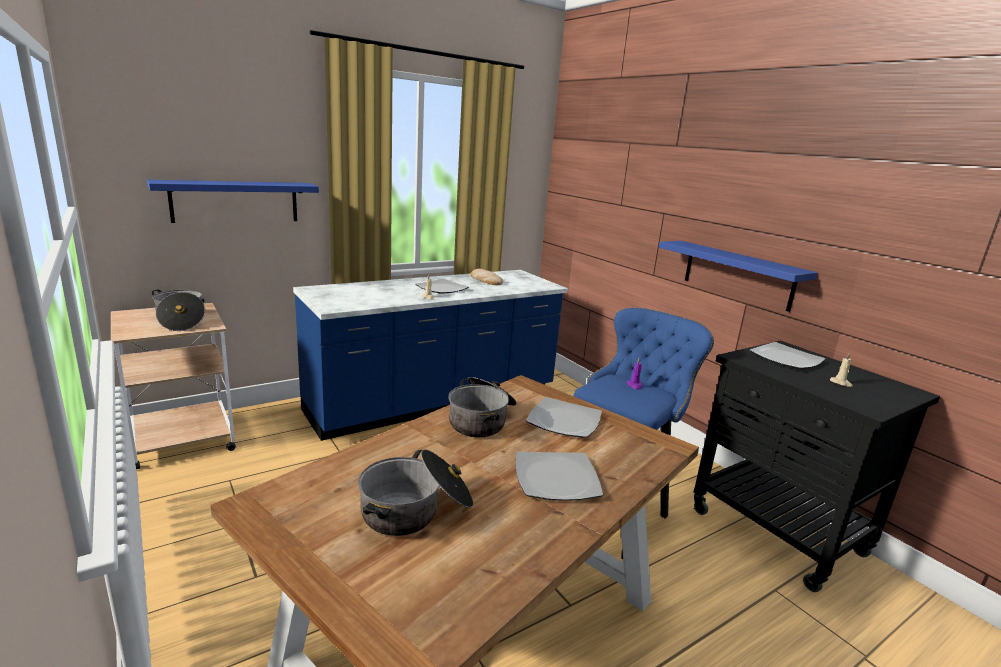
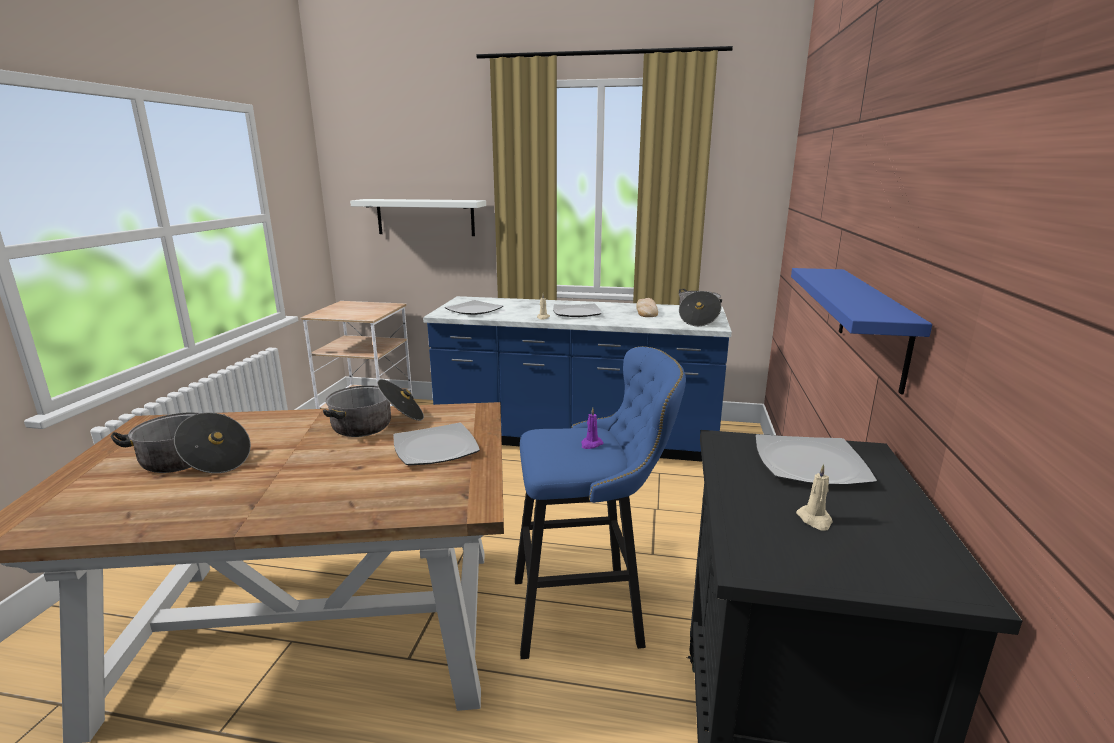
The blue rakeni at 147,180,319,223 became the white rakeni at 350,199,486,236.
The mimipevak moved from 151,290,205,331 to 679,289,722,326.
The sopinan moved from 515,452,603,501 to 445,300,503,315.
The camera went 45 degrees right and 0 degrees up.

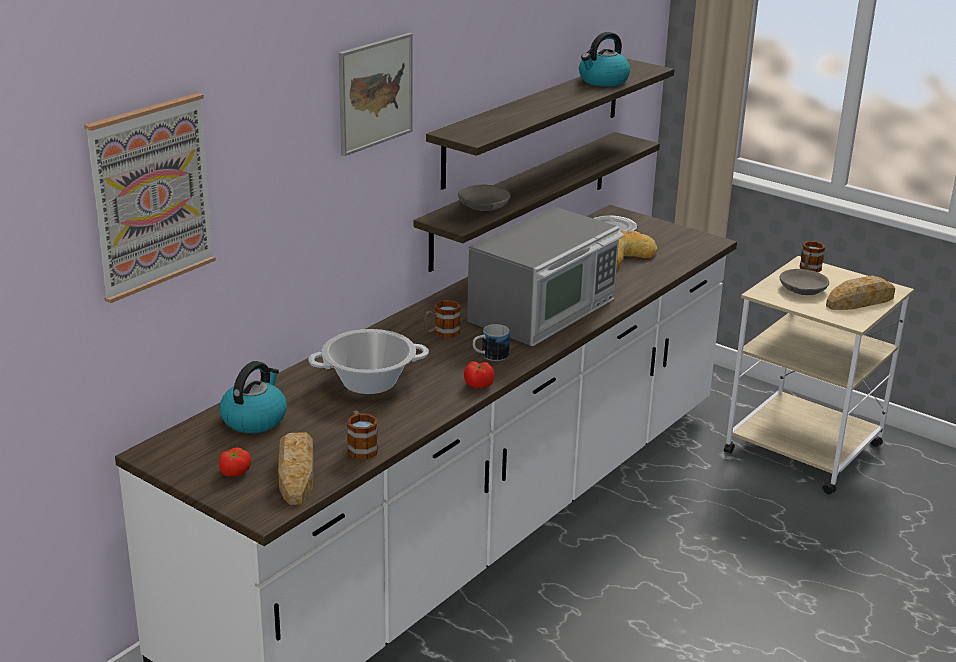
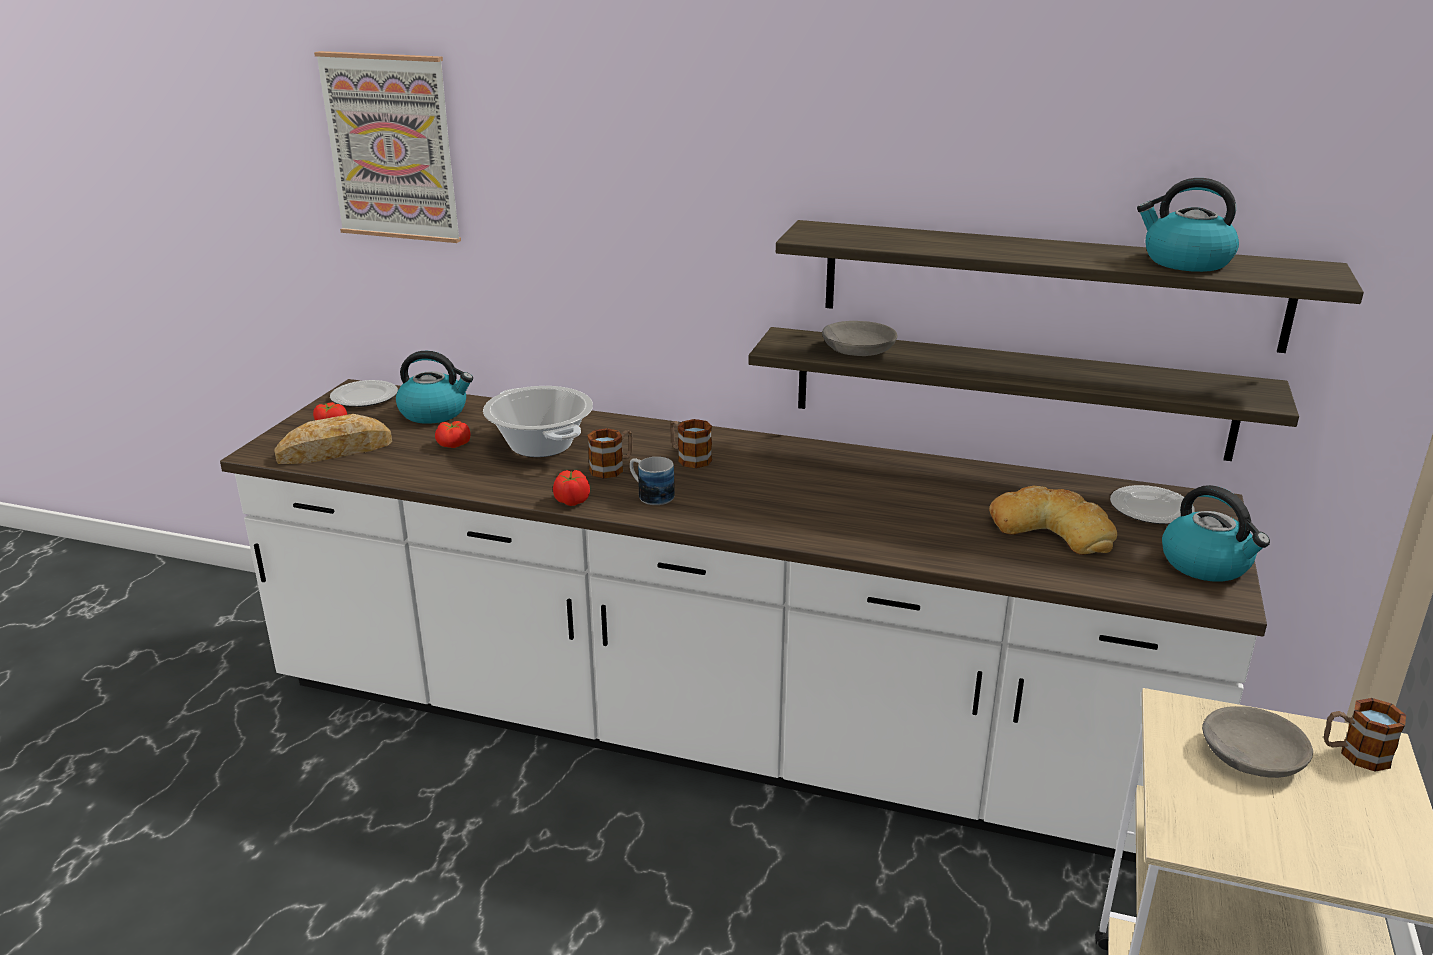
The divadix at 339,33,413,156 disappeared.
The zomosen moved from 347,411,378,459 to 587,428,633,479.
The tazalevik at 467,207,624,346 disappeared.
The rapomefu at 826,275,895,310 disappeared.
The sopinan at 330,380,398,407 appeared.
The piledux at 435,421,470,448 appeared.
The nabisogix at 1162,485,1270,582 appeared.
The camera went 70 degrees right and 0 degrees up.

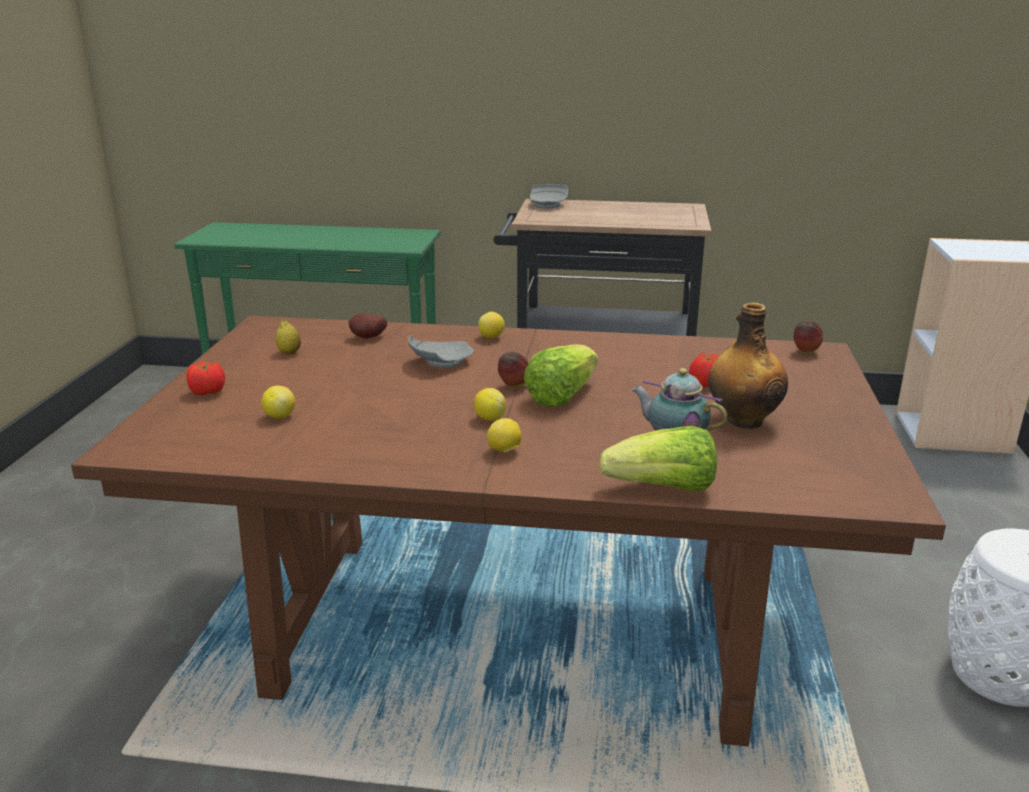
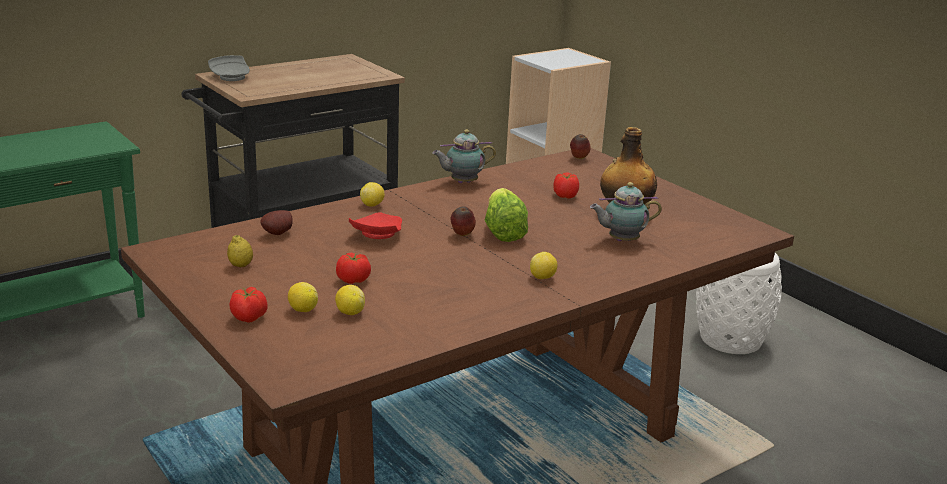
The grey sopinan at 408,336,474,368 became the red sopinan at 349,212,402,239.
The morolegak moved from 474,388,506,421 to 288,282,318,312.
The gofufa at 600,426,717,492 disappeared.
The piledux at 336,253,371,284 appeared.
The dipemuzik at 432,129,496,183 appeared.
The camera went 45 degrees left and 0 degrees up.

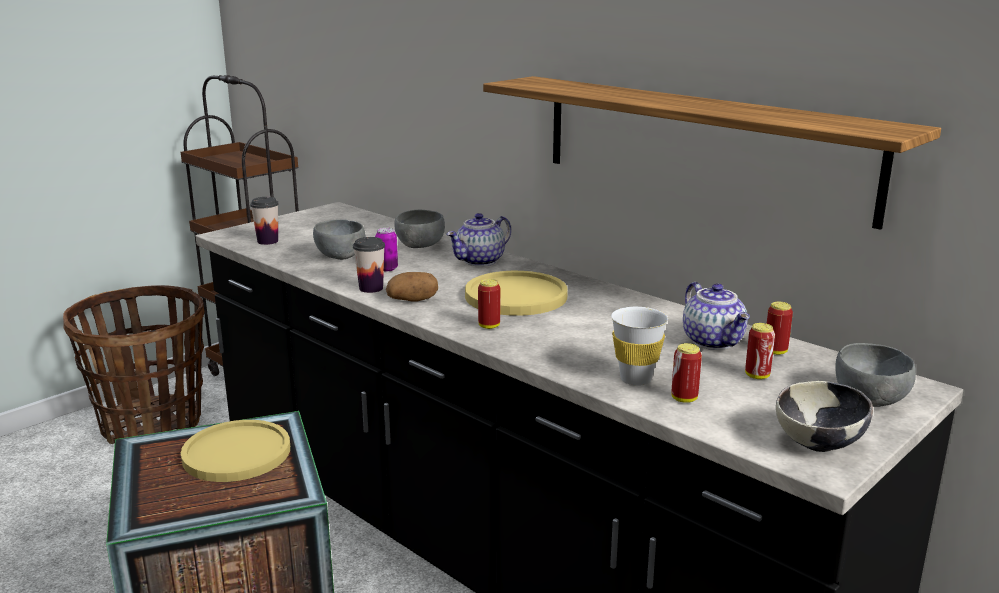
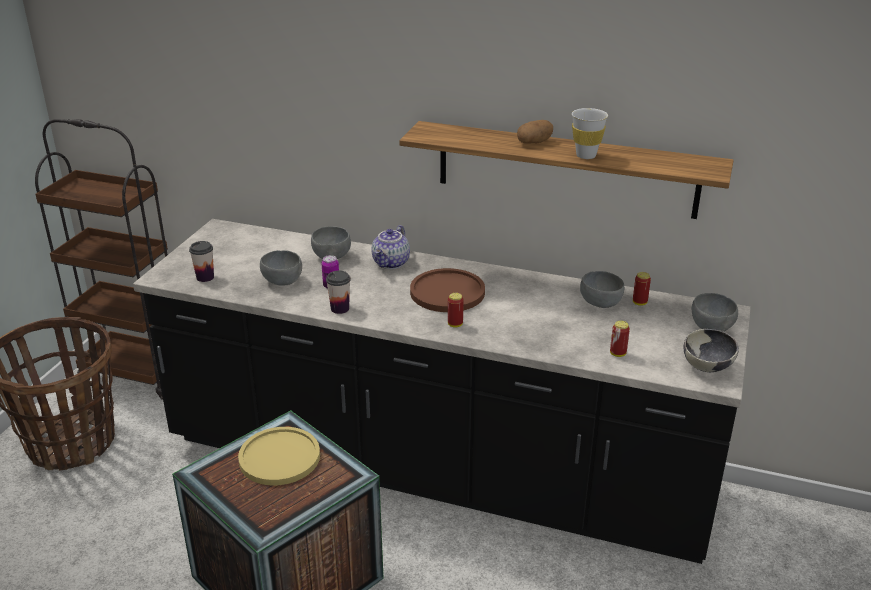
The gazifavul moved from 386,272,438,301 to 517,120,553,143.
The yellow sopinan at 465,271,568,316 became the brown sopinan at 410,268,485,312.
The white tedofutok moved from 611,307,668,386 to 572,108,608,159.
The dipemuzik at 683,282,750,350 was replaced by the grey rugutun at 580,271,624,308.
The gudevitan at 745,323,775,379 disappeared.
The camera went 25 degrees left and 10 degrees up.

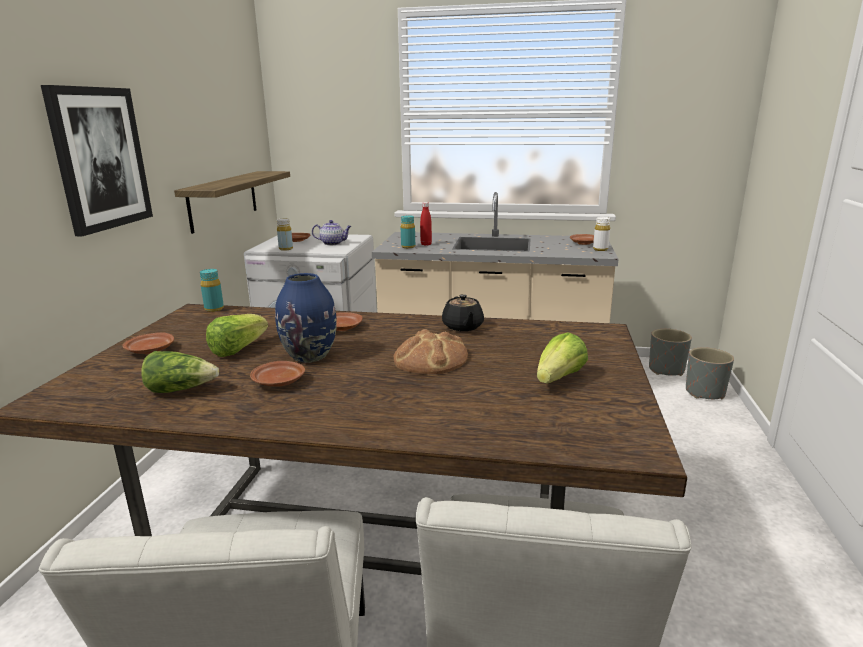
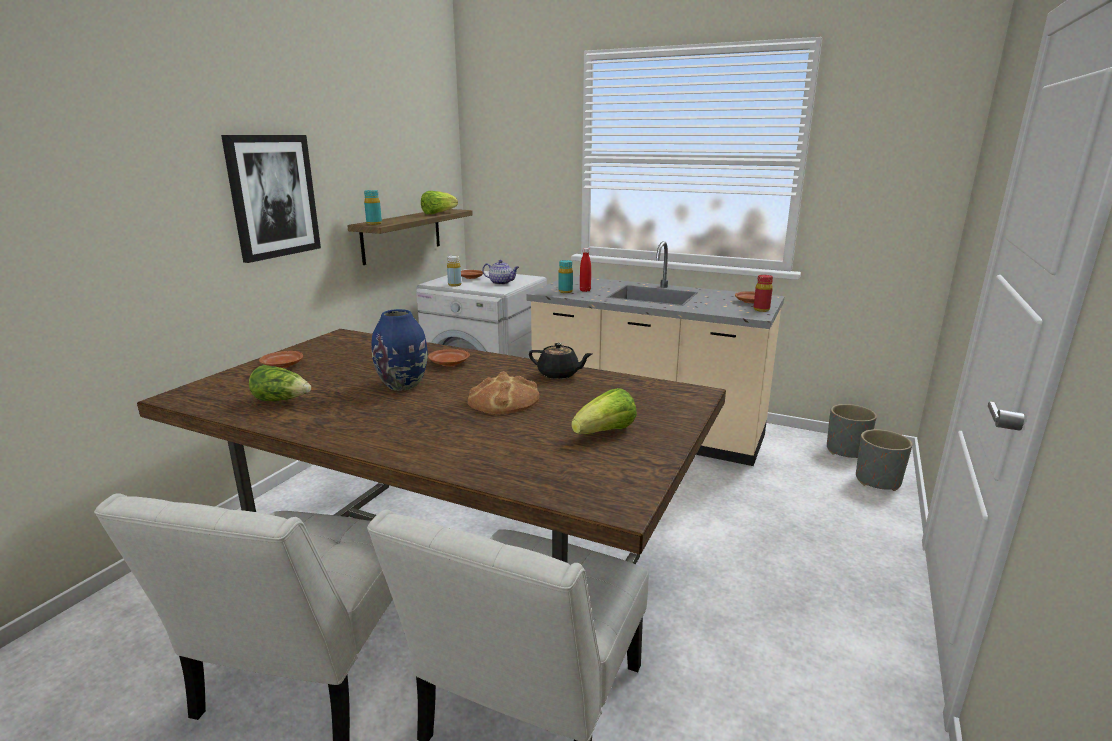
The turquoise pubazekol moved from 200,269,224,312 to 364,190,382,225.
The gofufa moved from 206,314,268,357 to 421,191,458,215.
The brown sopinan at 250,361,305,387 disappeared.
The black dipemuzik at 442,294,484,331 turned 75 degrees counterclockwise.
The white pubazekol at 593,217,610,251 became the red pubazekol at 753,275,773,312.
The camera went 15 degrees right and 0 degrees up.

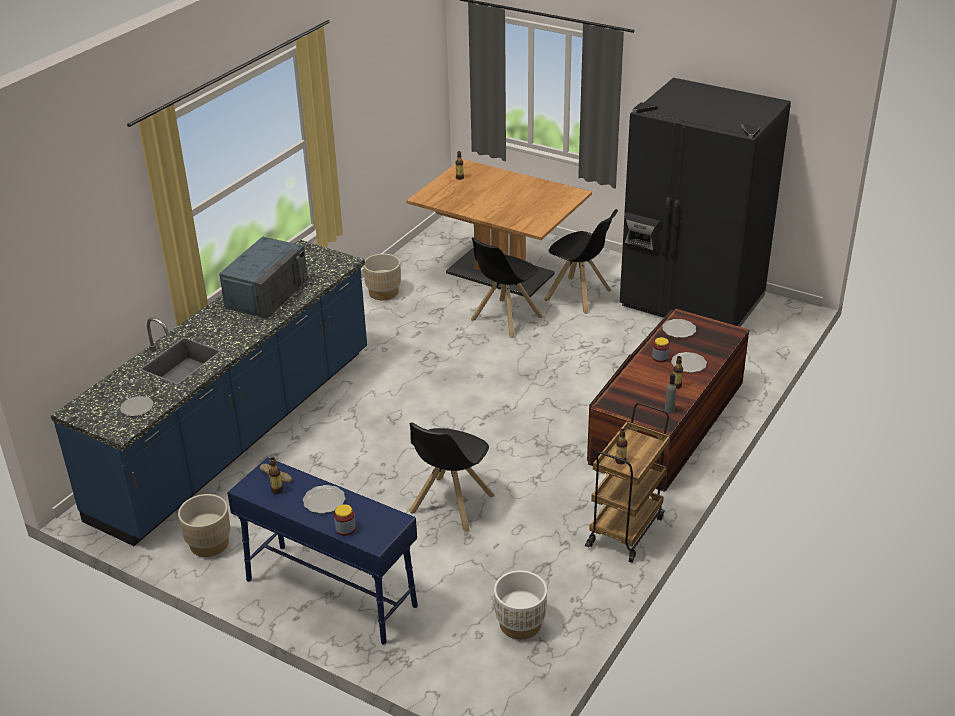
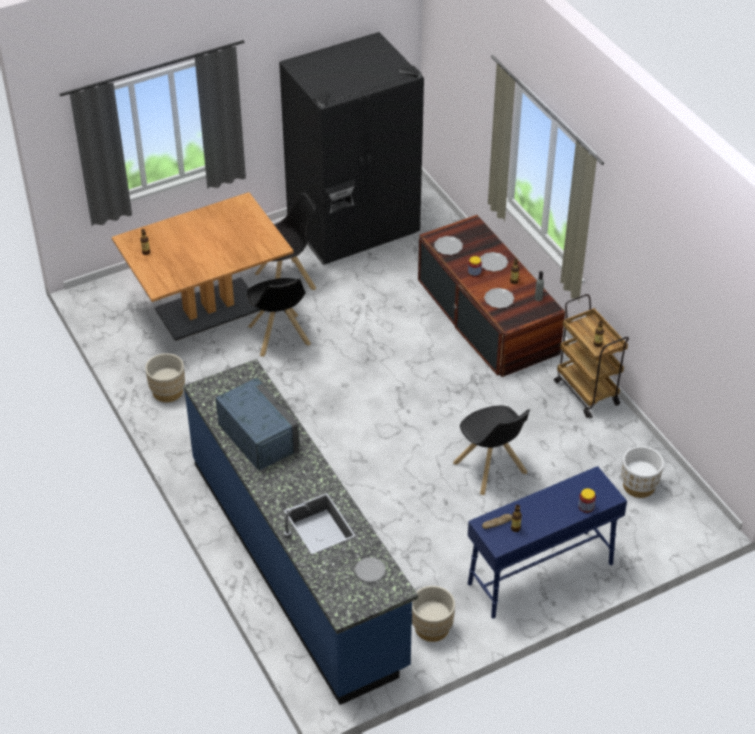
The sopinan moved from 303,485,345,514 to 484,288,514,308.
The camera went 60 degrees left and 10 degrees up.

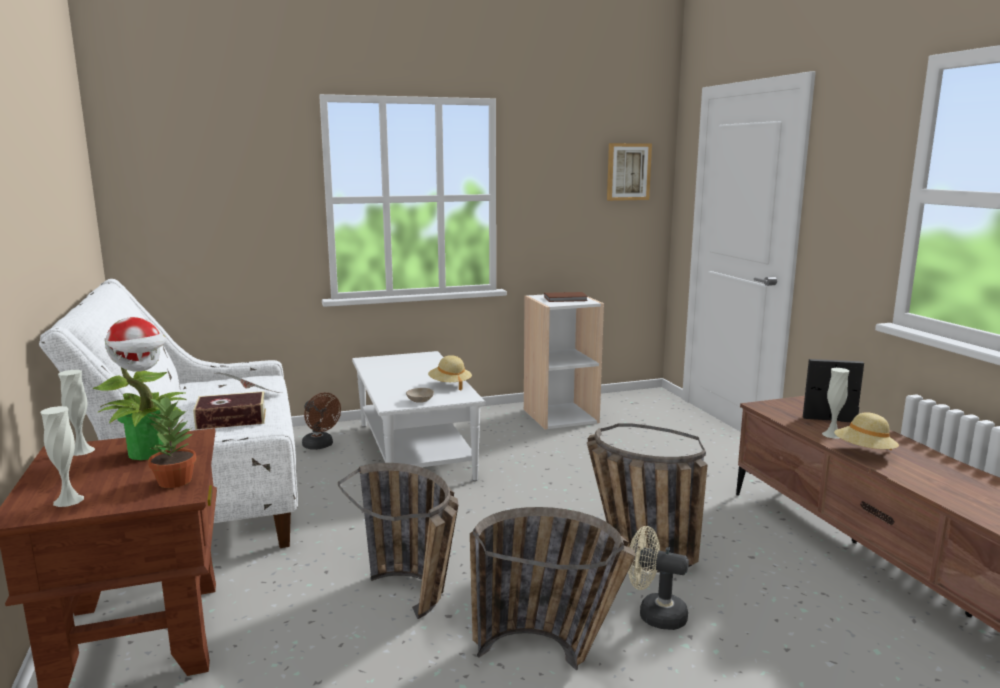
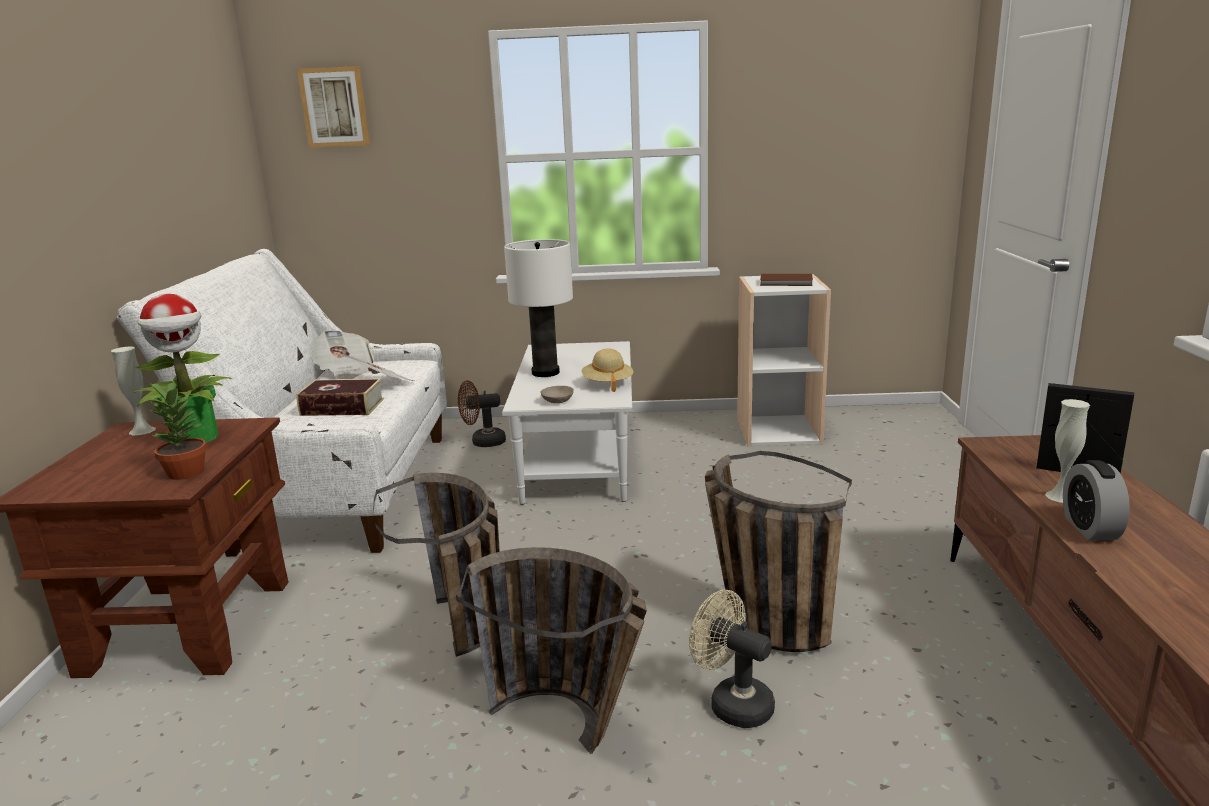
The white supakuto at 40,406,84,507 disappeared.
The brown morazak at 302,393,341,450 turned 105 degrees clockwise.
The divadix moved from 607,143,652,201 to 297,66,370,148.
The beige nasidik at 834,412,899,450 was replaced by the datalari at 1063,460,1130,540.
The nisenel at 313,330,374,379 appeared.
The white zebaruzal at 504,239,573,377 appeared.
The camera went 20 degrees right and 5 degrees up.

